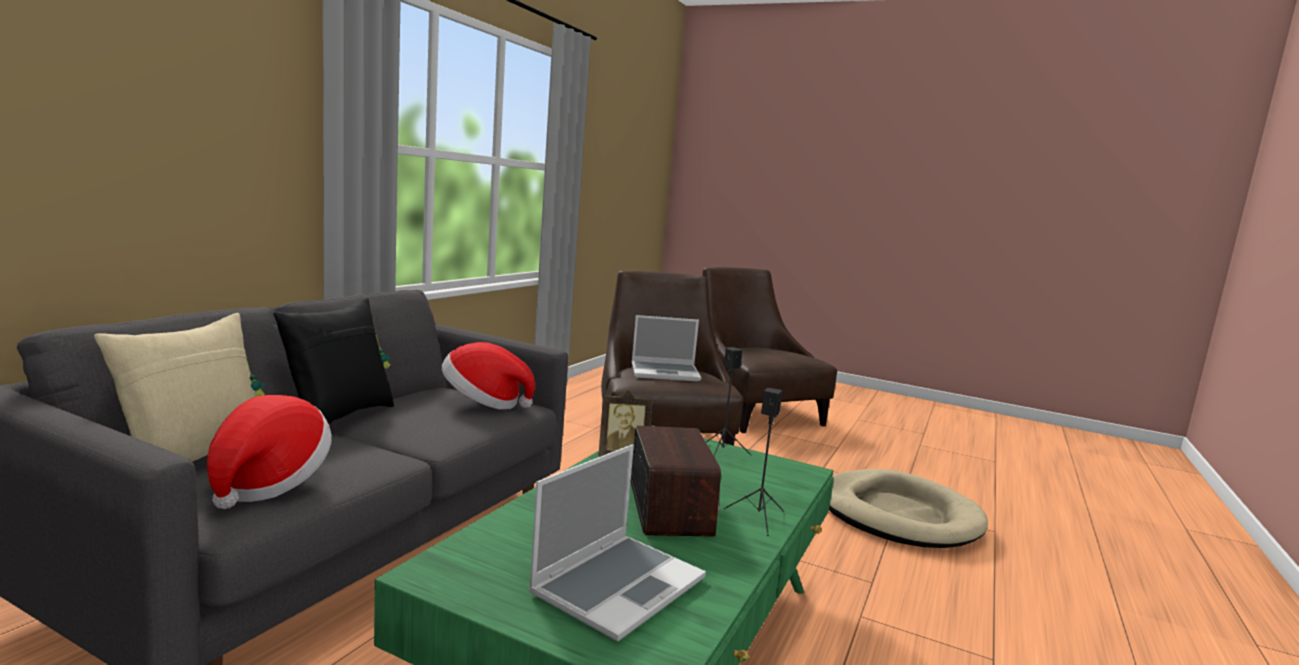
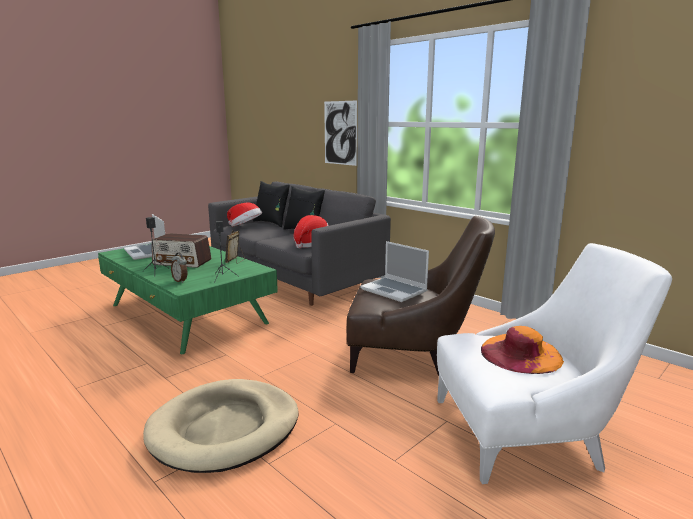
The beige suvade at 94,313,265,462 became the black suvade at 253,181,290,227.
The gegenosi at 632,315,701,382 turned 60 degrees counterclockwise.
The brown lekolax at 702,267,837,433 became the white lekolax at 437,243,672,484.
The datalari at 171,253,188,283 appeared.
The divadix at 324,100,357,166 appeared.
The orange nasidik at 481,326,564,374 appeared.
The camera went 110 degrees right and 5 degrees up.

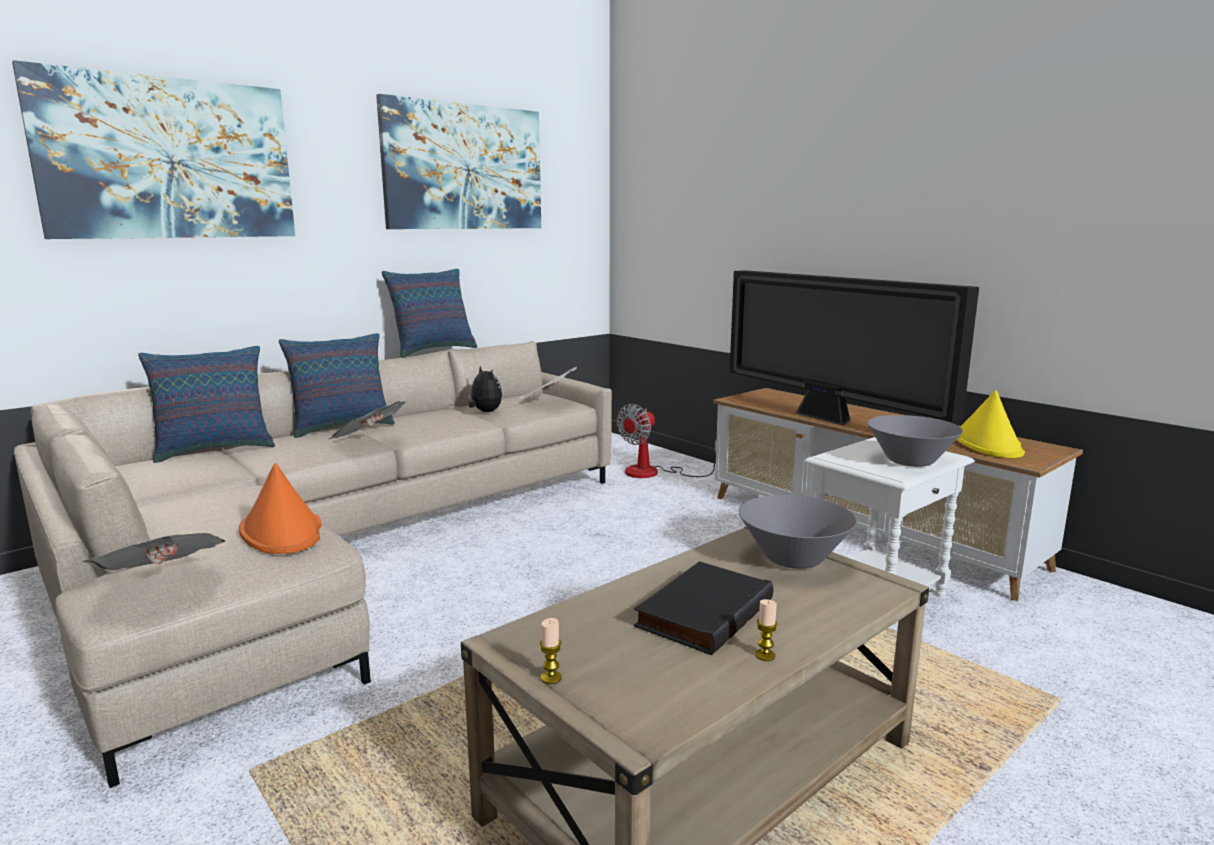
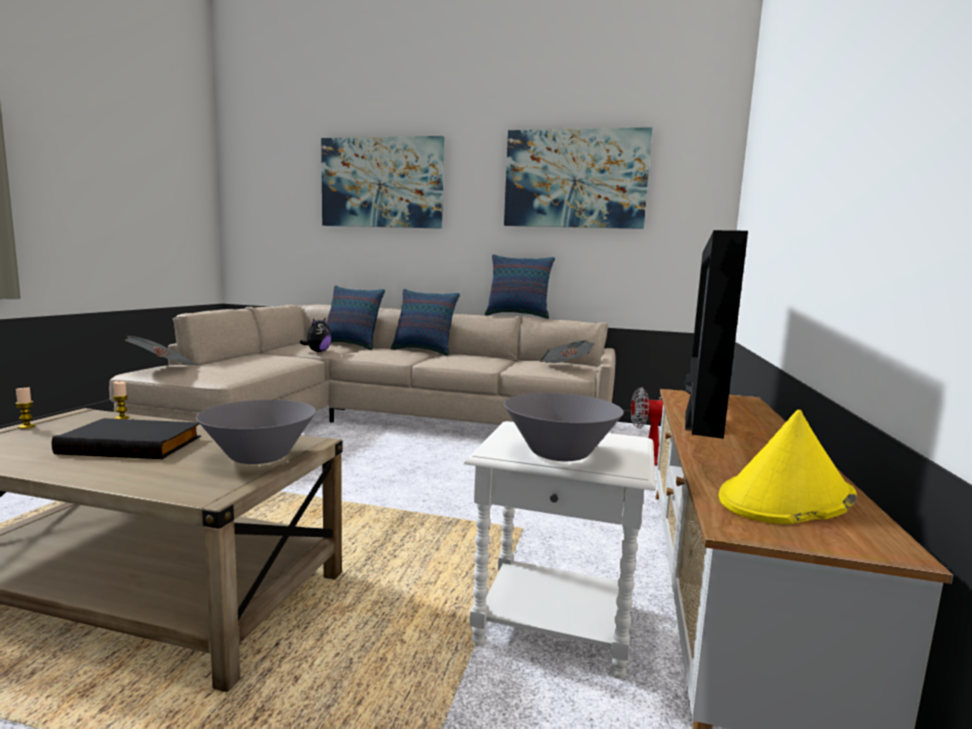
The orange nasidik at 239,463,322,554 disappeared.
The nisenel at 329,401,406,439 disappeared.
The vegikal moved from 468,366,502,412 to 300,317,332,352.
The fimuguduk moved from 755,599,778,661 to 113,381,130,419.
The camera went 55 degrees right and 5 degrees down.

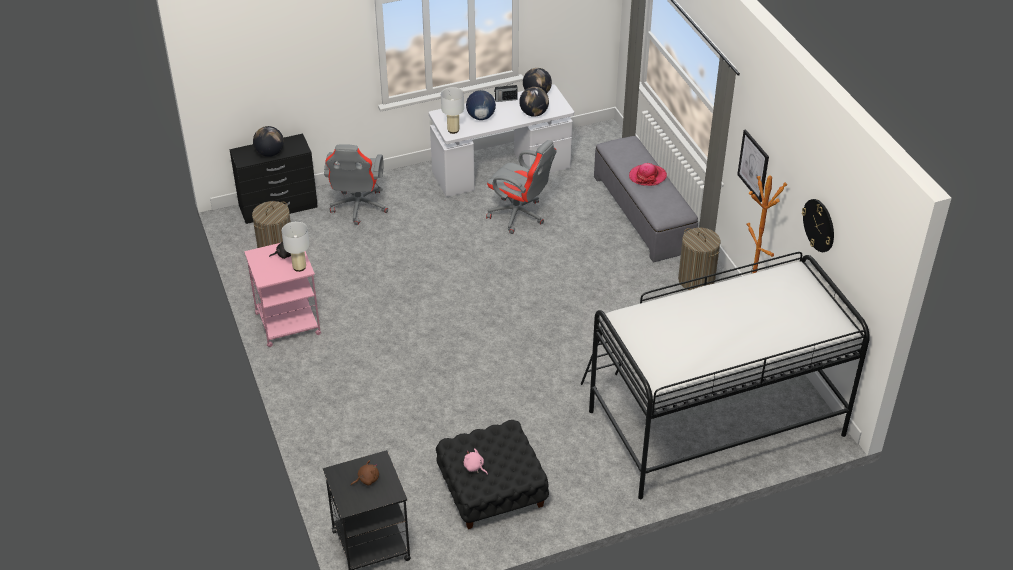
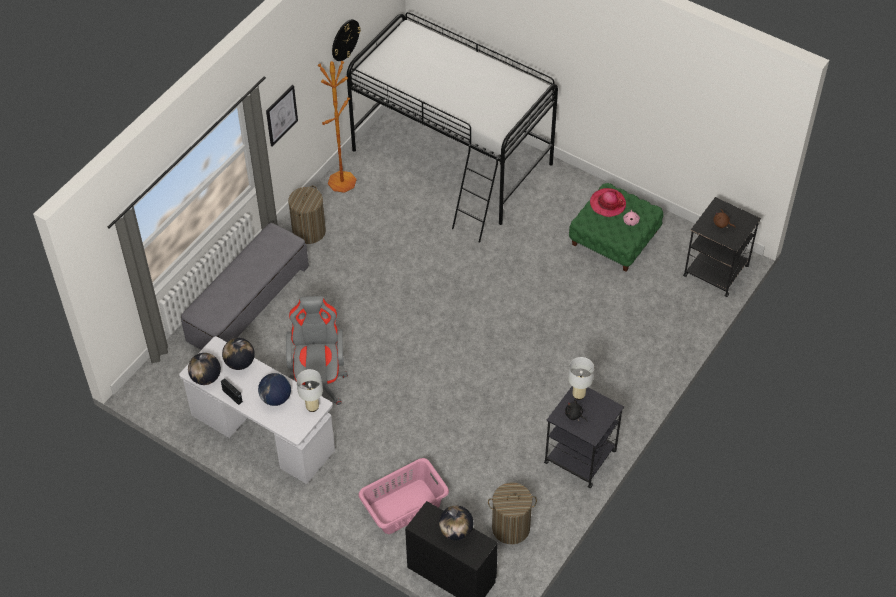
The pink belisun at 244,243,321,347 became the black belisun at 544,386,624,488.
The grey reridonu at 324,144,388,225 was replaced by the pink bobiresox at 358,458,449,534.
The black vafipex at 436,420,549,529 became the green vafipex at 569,183,664,271.
The nasidik moved from 629,163,667,186 to 590,188,626,217.
The camera went 125 degrees left and 10 degrees up.

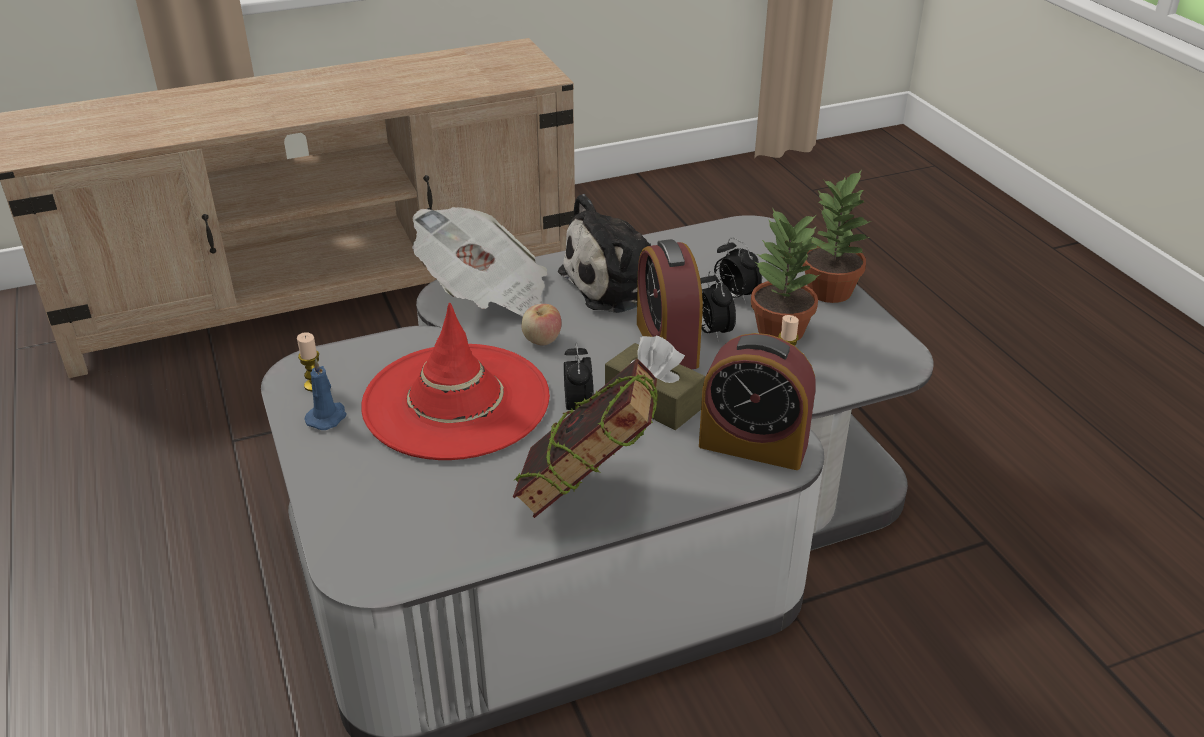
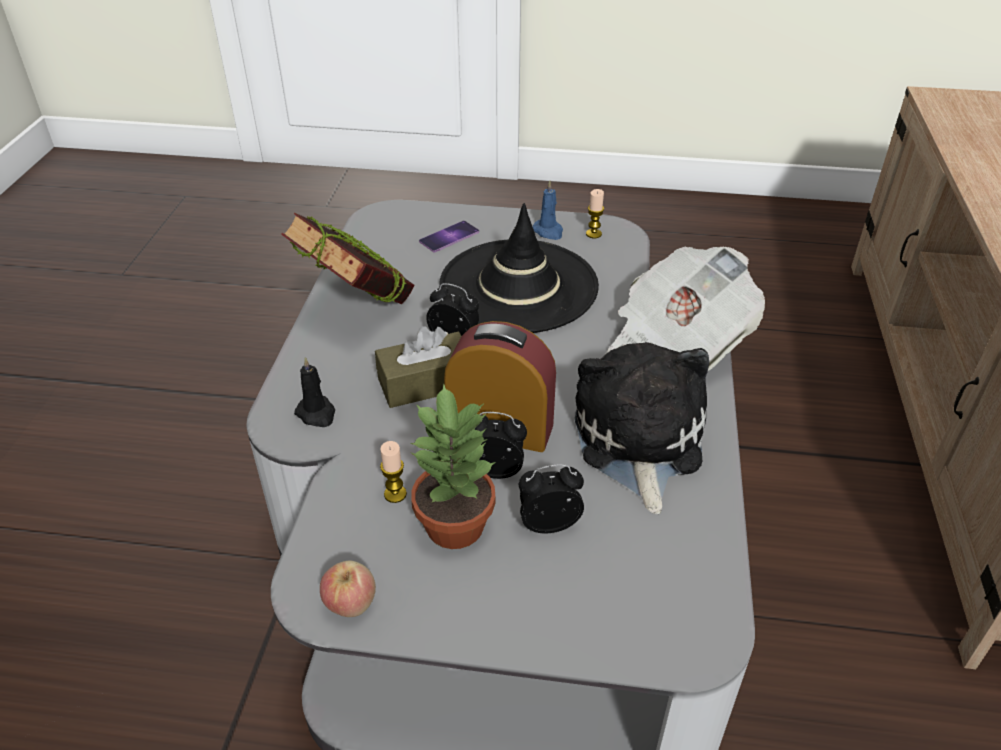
The red nasidik at 361,303,550,460 became the black nasidik at 439,203,599,333.
The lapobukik moved from 522,304,561,346 to 320,561,376,617.
The datalari at 699,333,816,470 was replaced by the black fimuguduk at 294,357,335,427.
The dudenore at 802,170,871,303 disappeared.
The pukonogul at 419,220,479,252 appeared.
The camera went 120 degrees right and 5 degrees up.

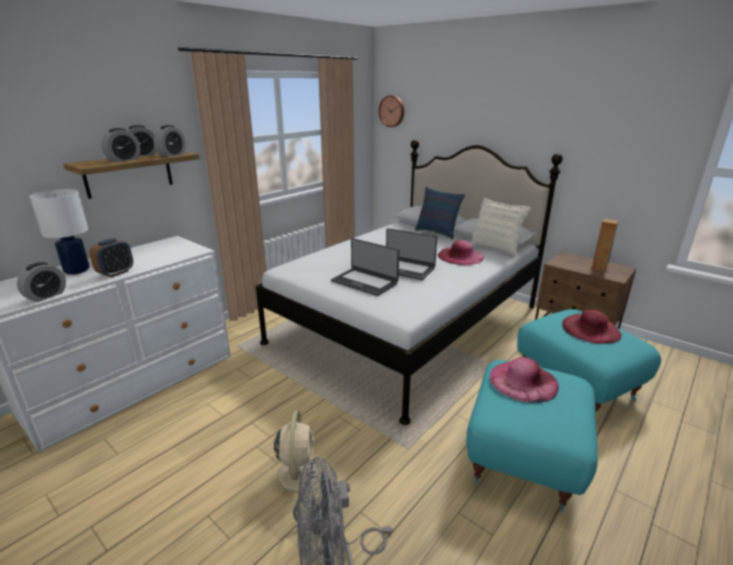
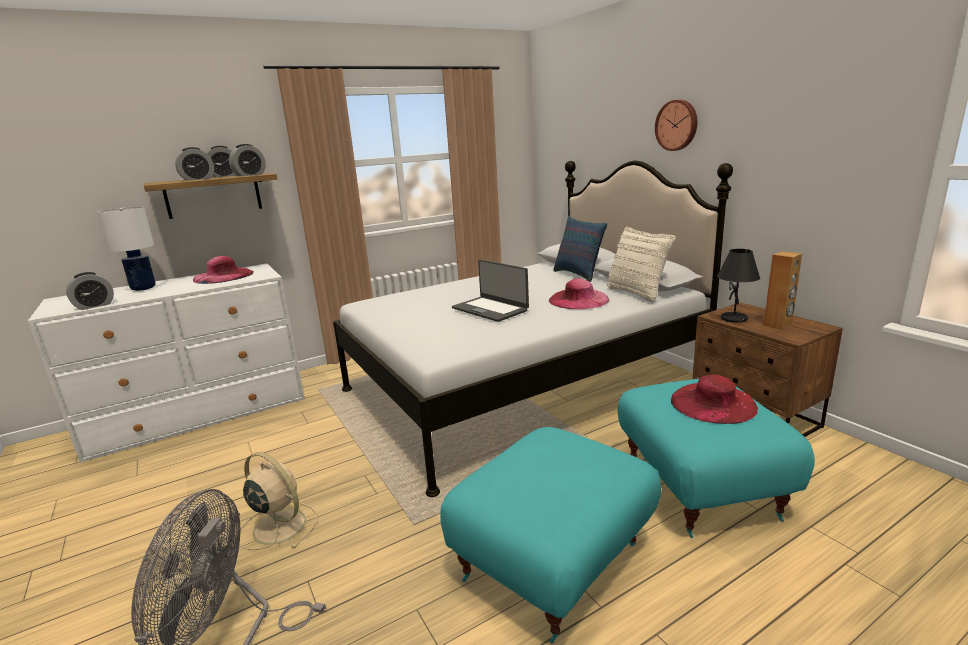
The datalari at 89,238,133,278 disappeared.
The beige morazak at 268,411,329,503 turned 75 degrees counterclockwise.
The gegenosi at 331,238,399,296 disappeared.
The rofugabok moved from 379,95,404,127 to 655,100,697,151.
The pink nasidik moved from 489,357,559,403 to 193,256,254,284.
The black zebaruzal at 717,249,760,323 appeared.
The camera went 20 degrees right and 5 degrees down.

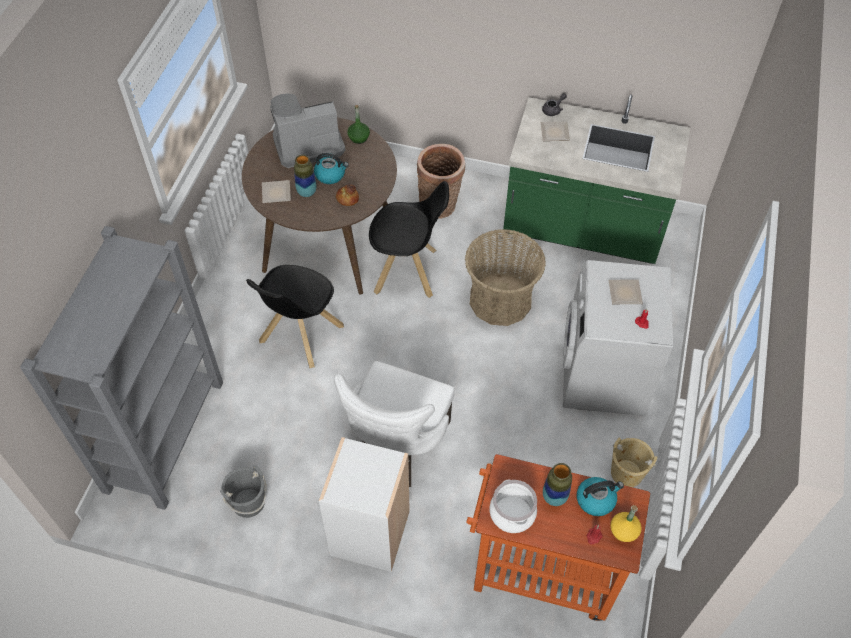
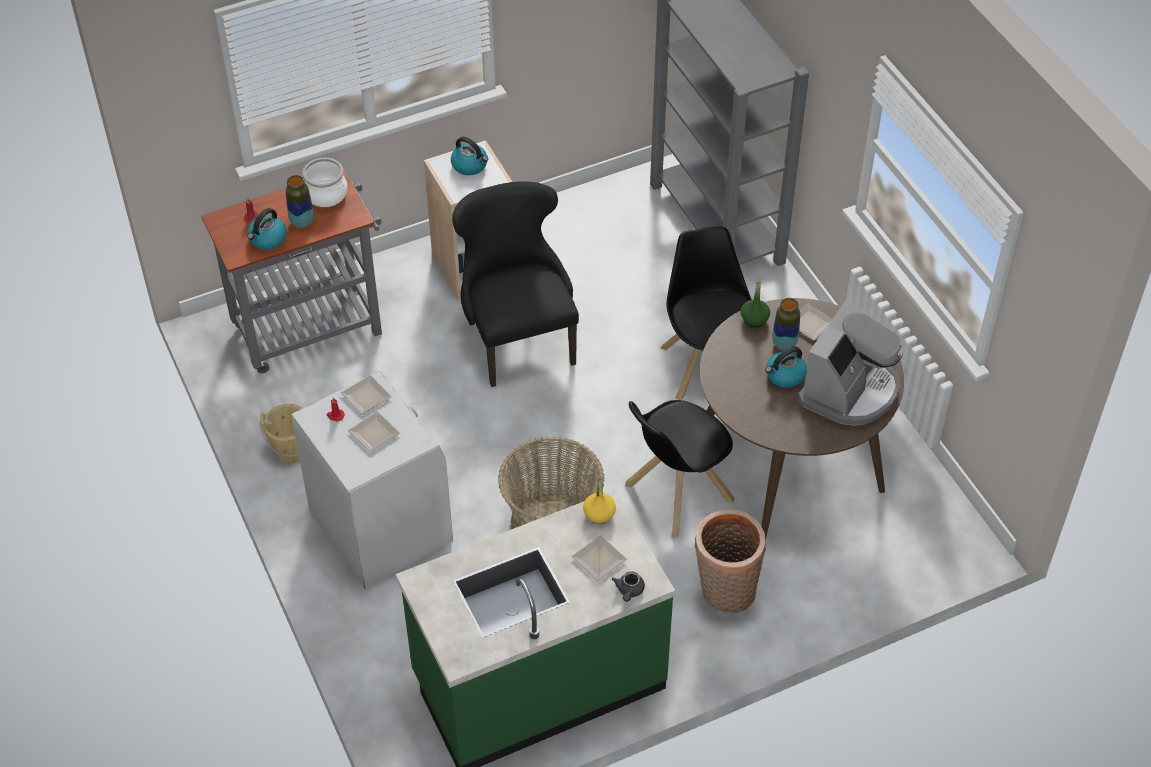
The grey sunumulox at 220,465,267,518 disappeared.
The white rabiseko at 334,361,454,487 became the black rabiseko at 452,182,579,387.
The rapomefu at 336,185,359,206 disappeared.
The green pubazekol moved from 347,105,370,144 to 741,279,770,327.
The orange belisun at 466,454,650,621 became the grey belisun at 202,170,382,373.
The yellow pubazekol moved from 610,505,642,542 to 583,475,616,524.
The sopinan at 341,375,392,415 appeared.
The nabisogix at 451,137,488,175 appeared.
The camera went 140 degrees right and 5 degrees down.

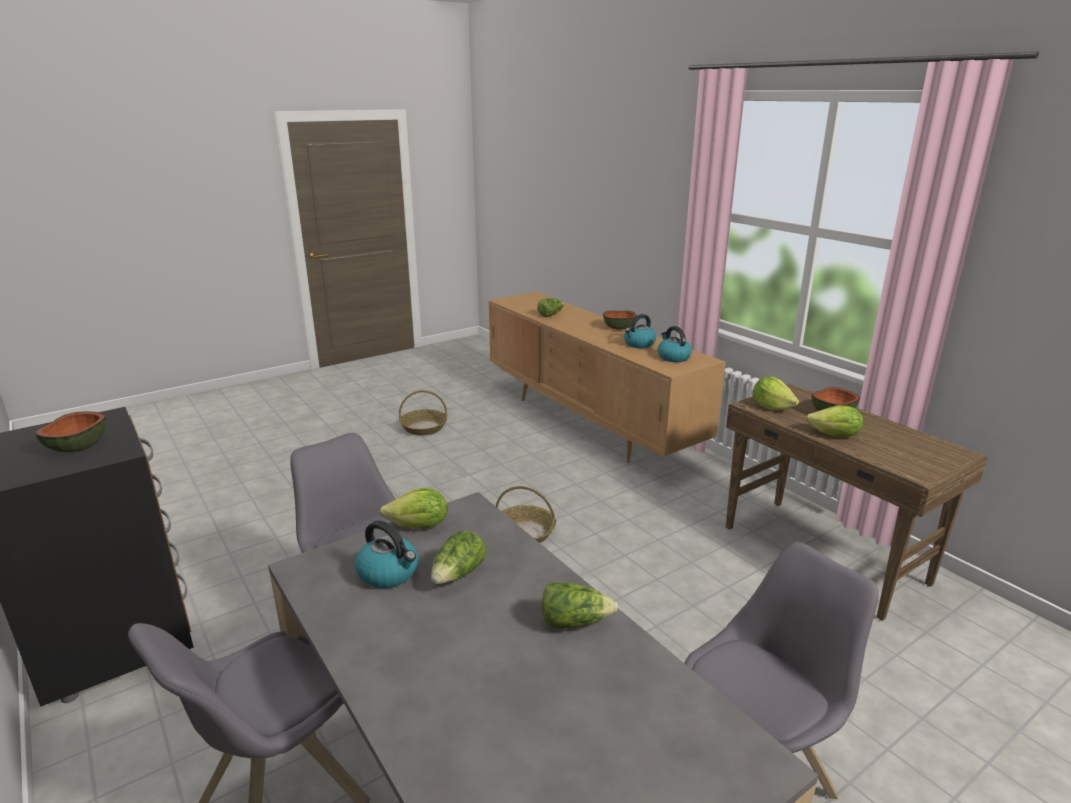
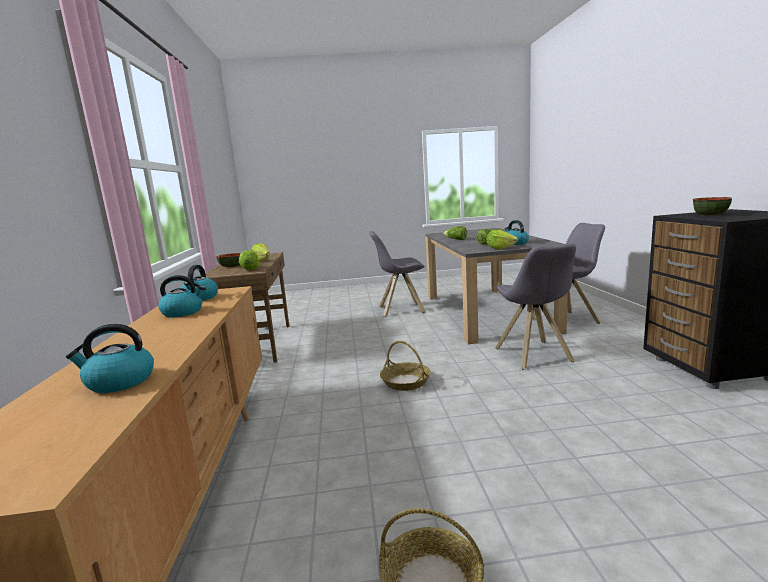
The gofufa at 537,298,565,317 was replaced by the nabisogix at 66,324,154,393.
The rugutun at 603,311,637,330 disappeared.
The camera went 150 degrees left and 10 degrees down.

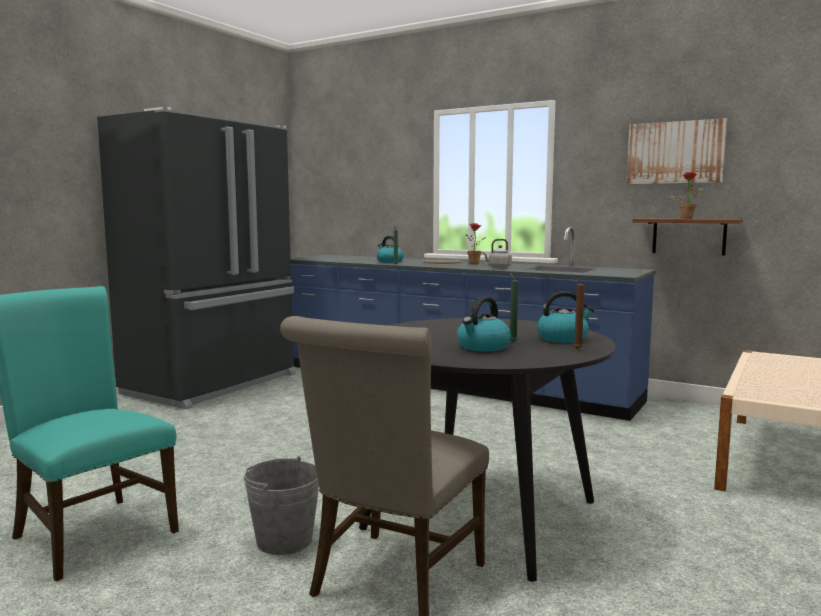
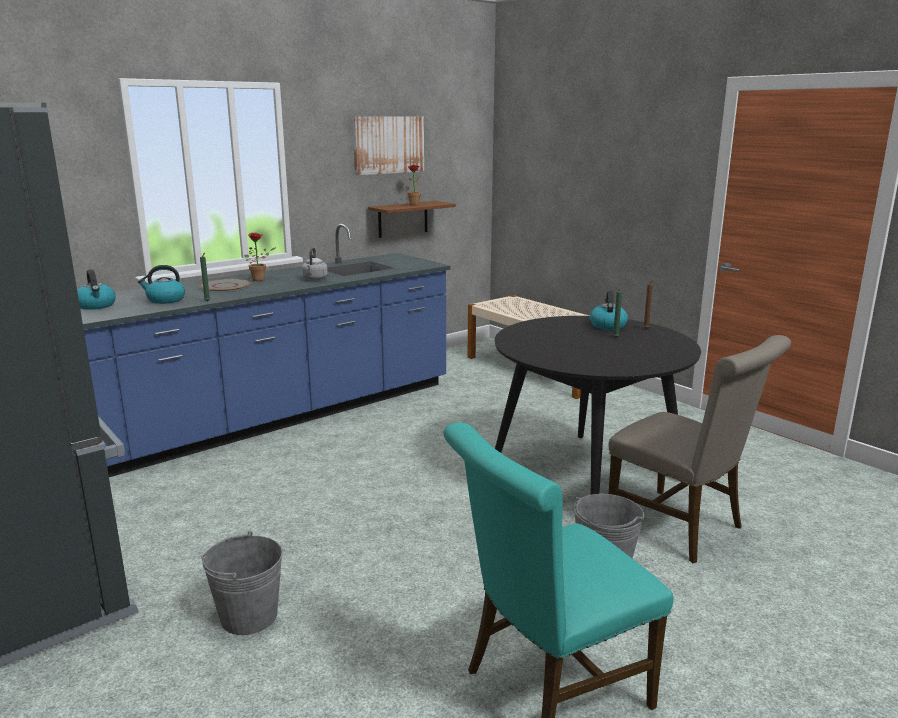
The nabisogix moved from 457,296,511,351 to 77,269,116,310.
The grey sunumulox at 202,531,283,635 appeared.
The camera went 70 degrees left and 10 degrees up.

